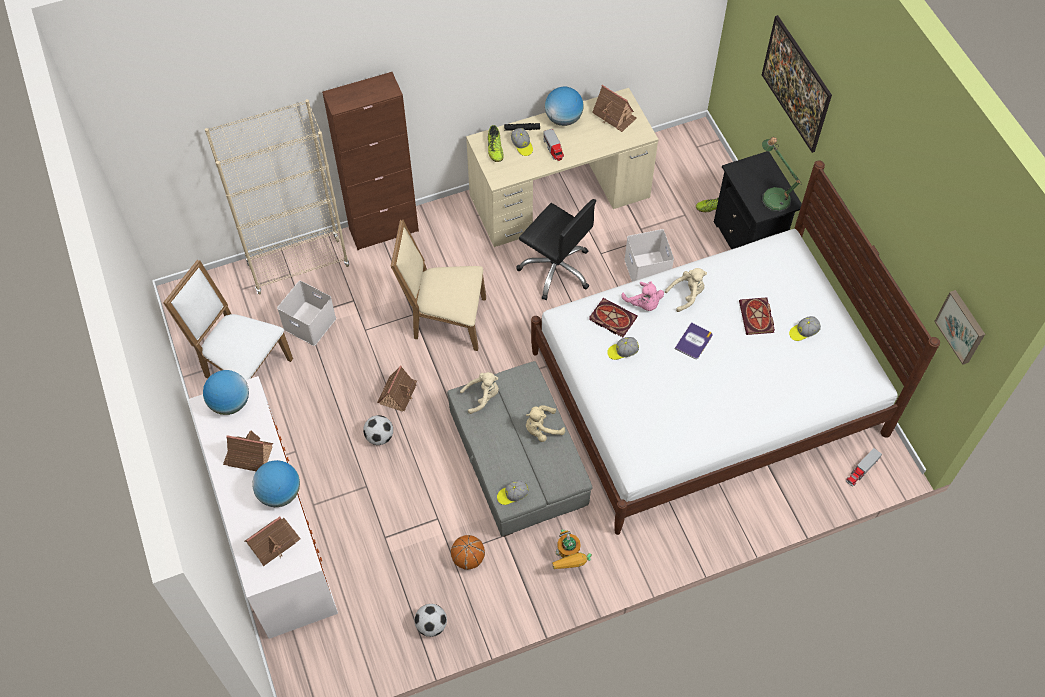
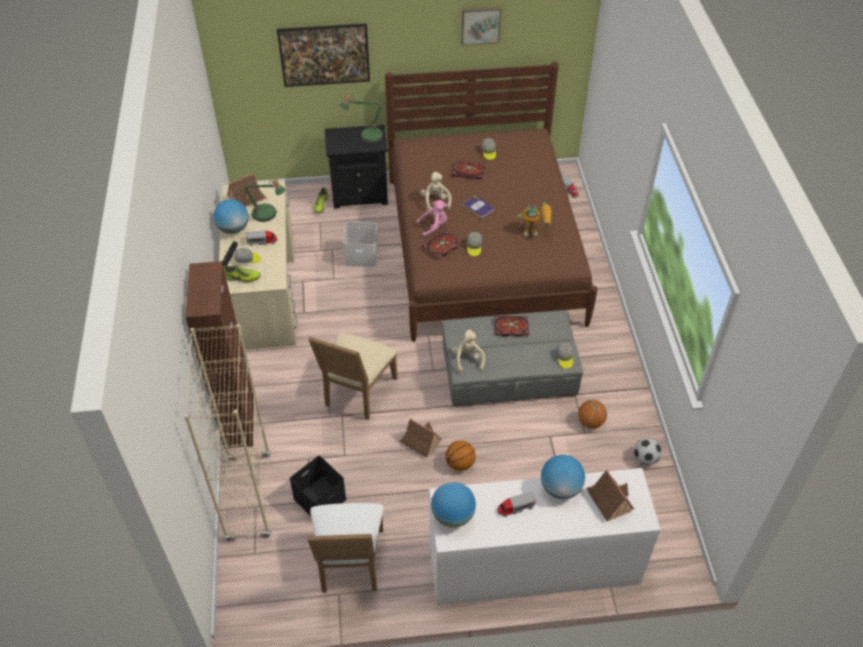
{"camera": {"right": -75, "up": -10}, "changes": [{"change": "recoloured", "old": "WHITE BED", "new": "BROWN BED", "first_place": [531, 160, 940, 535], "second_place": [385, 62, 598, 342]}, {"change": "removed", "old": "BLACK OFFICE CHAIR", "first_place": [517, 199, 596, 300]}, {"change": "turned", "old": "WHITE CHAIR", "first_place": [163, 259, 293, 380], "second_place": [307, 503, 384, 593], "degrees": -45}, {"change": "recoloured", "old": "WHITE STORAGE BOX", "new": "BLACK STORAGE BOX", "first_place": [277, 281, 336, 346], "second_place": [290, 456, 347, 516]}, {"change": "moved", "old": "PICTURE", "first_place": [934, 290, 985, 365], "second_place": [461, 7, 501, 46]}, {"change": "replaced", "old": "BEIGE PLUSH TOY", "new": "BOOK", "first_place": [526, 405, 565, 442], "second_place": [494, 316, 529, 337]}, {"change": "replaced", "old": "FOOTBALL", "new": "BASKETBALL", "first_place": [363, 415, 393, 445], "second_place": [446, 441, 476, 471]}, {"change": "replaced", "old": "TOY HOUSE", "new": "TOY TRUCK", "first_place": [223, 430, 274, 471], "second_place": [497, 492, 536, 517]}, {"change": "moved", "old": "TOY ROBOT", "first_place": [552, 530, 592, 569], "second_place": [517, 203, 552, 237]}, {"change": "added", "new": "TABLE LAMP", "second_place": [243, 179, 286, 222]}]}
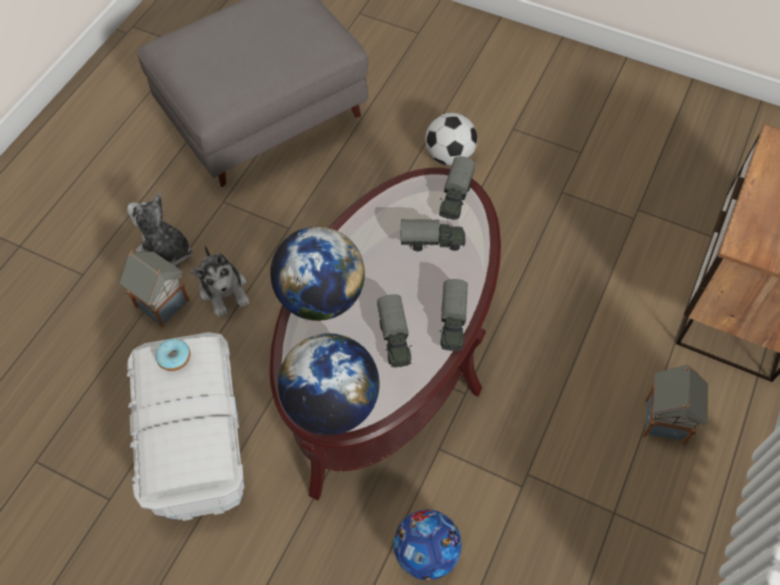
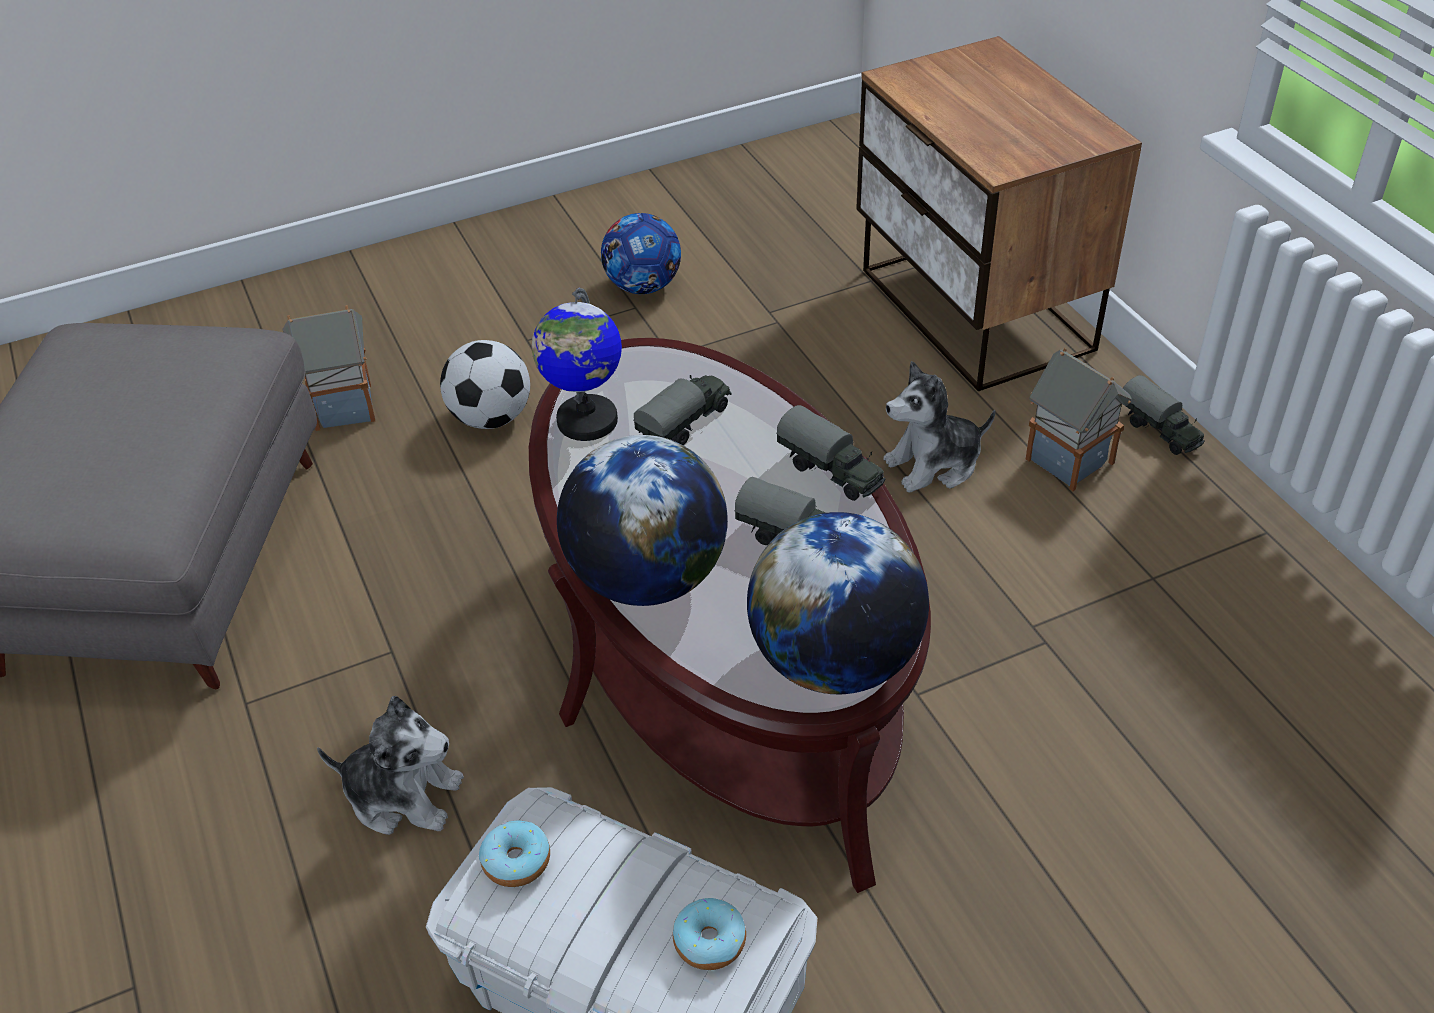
{"camera": {"right": -50, "up": -15}, "changes": [{"change": "moved", "old": "TOY TRUCK", "first_place": [439, 156, 475, 220], "second_place": [1123, 375, 1204, 455]}, {"change": "moved", "old": "PLUSH TOY", "first_place": [127, 193, 193, 266], "second_place": [883, 361, 996, 493]}, {"change": "moved", "old": "TOY HOUSE", "first_place": [119, 250, 189, 327], "second_place": [282, 305, 376, 431]}, {"change": "moved", "old": "FOOTBALL", "first_place": [394, 510, 462, 580], "second_place": [601, 213, 681, 294]}, {"change": "added", "new": "GLOBE", "second_place": [532, 287, 622, 441]}, {"change": "added", "new": "DONUT", "second_place": [673, 898, 746, 970]}]}
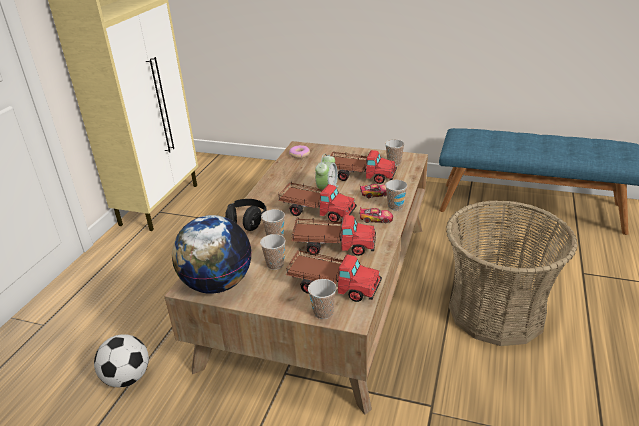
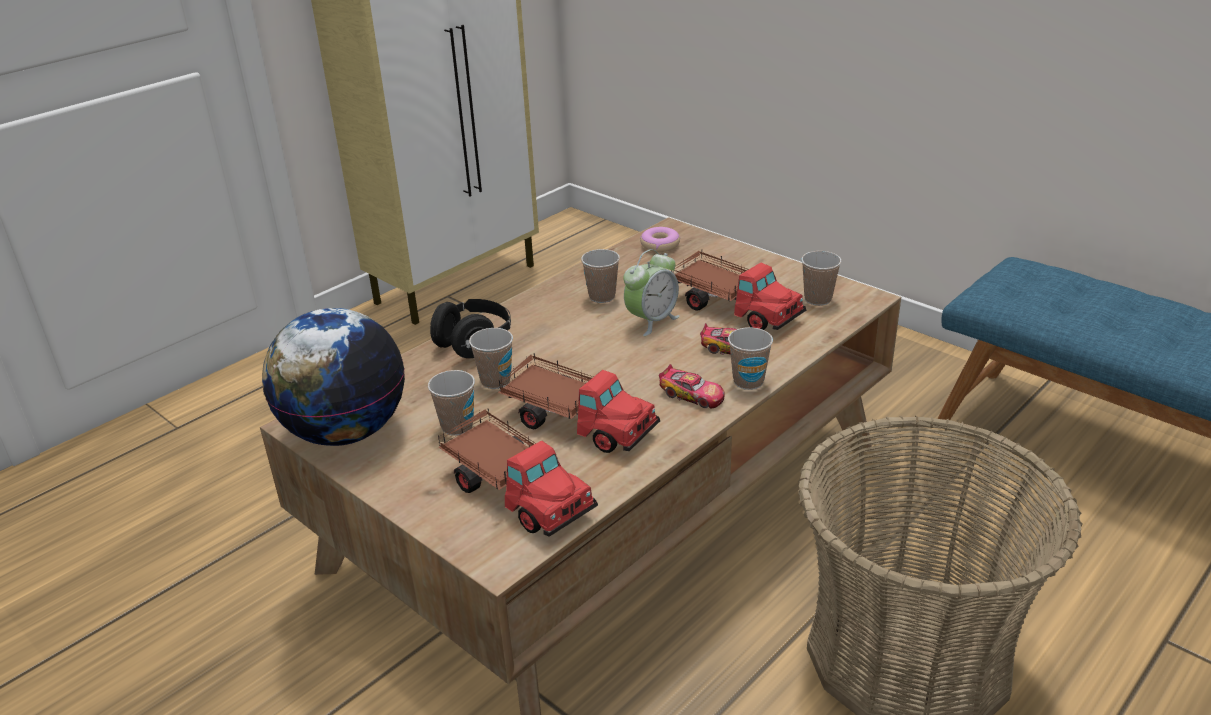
{"camera": {"right": 25, "up": 0}, "changes": [{"change": "removed", "old": "TOY TRUCK", "first_place": [278, 181, 357, 222]}, {"change": "moved", "old": "CUP", "first_place": [308, 279, 337, 319], "second_place": [581, 249, 620, 303]}, {"change": "removed", "old": "FOOTBALL", "first_place": [94, 334, 149, 387]}]}
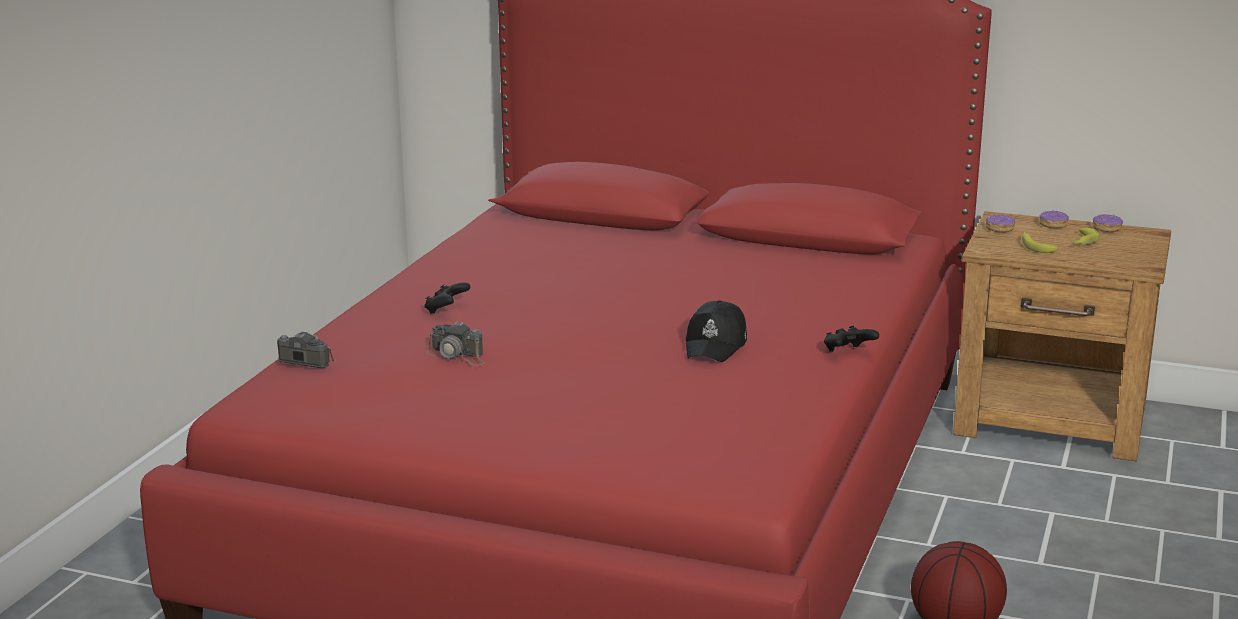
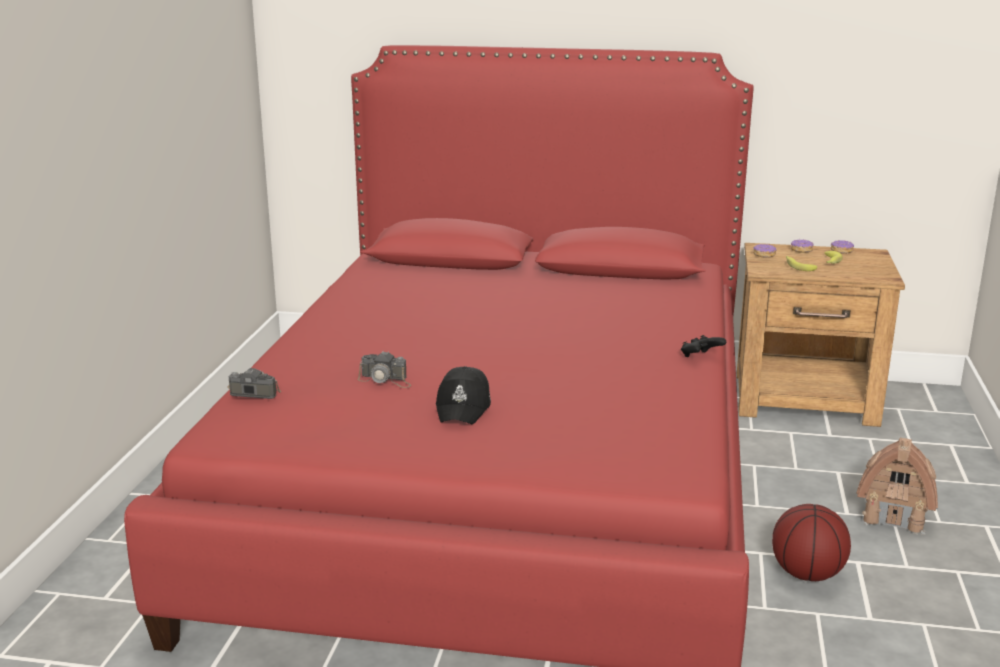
{"camera": {"right": -10, "up": 0}, "changes": [{"change": "removed", "old": "BLACK GAME CONTROLLER", "first_place": [424, 282, 470, 314]}, {"change": "moved", "old": "BLACK CAP", "first_place": [685, 300, 747, 362], "second_place": [436, 366, 491, 424]}, {"change": "added", "new": "TOY HOUSE", "second_place": [856, 438, 938, 535]}]}
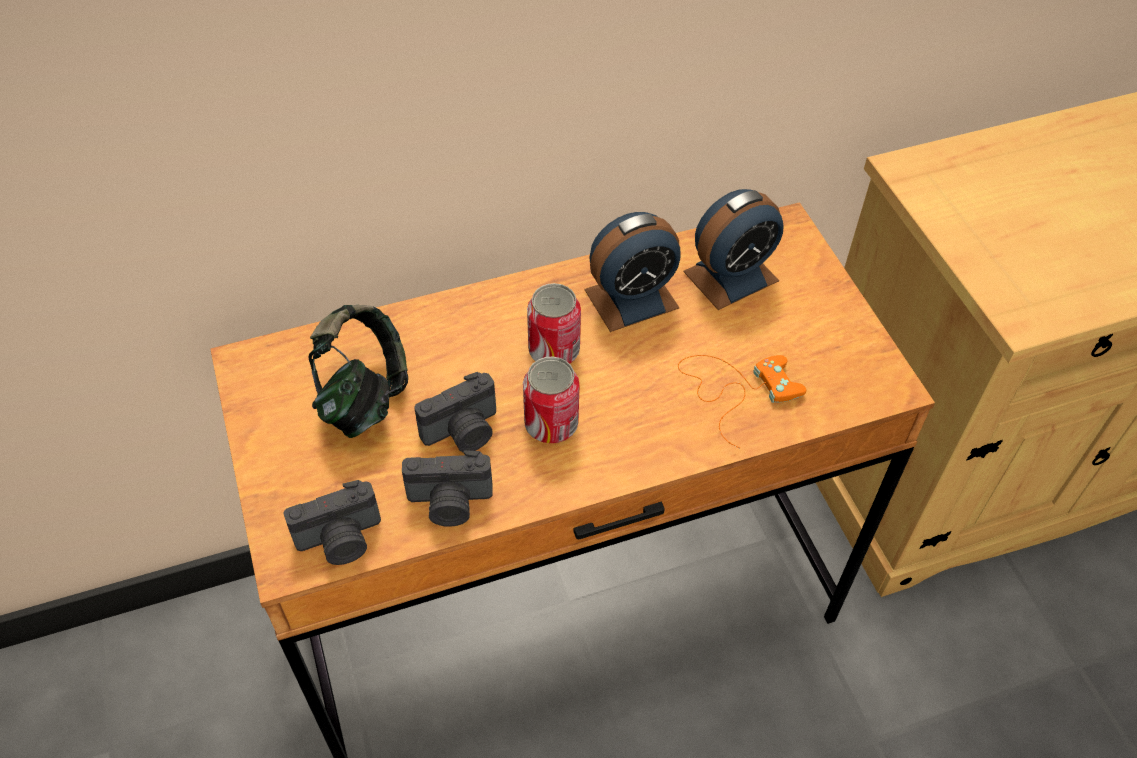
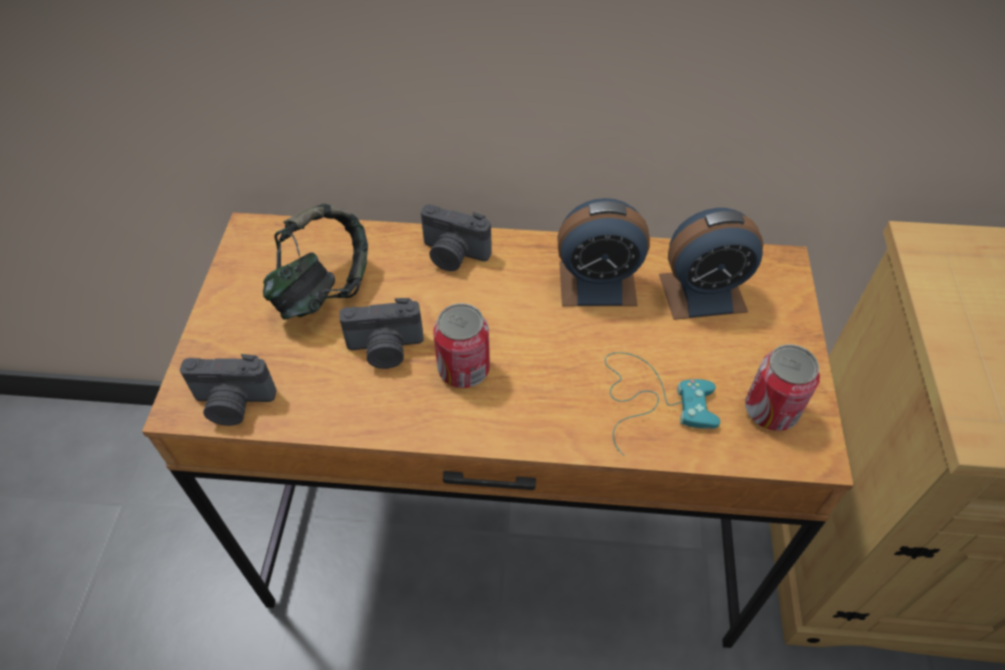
{"camera": {"right": 25, "up": 0}, "changes": [{"change": "moved", "old": "CAN", "first_place": [527, 283, 581, 364], "second_place": [745, 344, 820, 431]}, {"change": "recoloured", "old": "ORANGE GAME CONTROLLER", "new": "TURQUOISE GAME CONTROLLER", "first_place": [678, 355, 806, 448], "second_place": [605, 352, 720, 456]}, {"change": "moved", "old": "PHOTO CAMERA", "first_place": [402, 450, 493, 527], "second_place": [421, 204, 492, 271]}]}
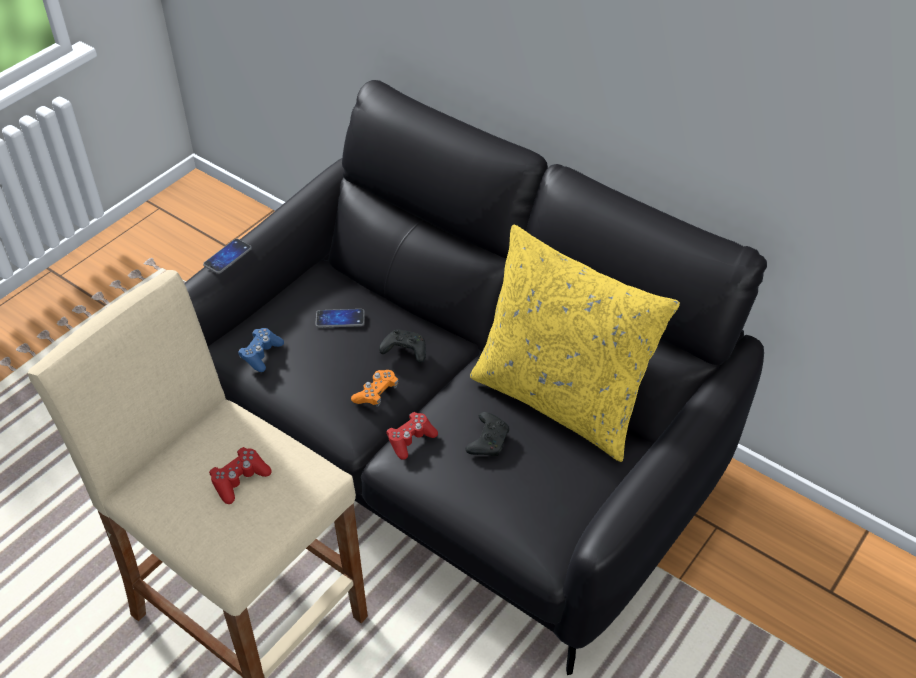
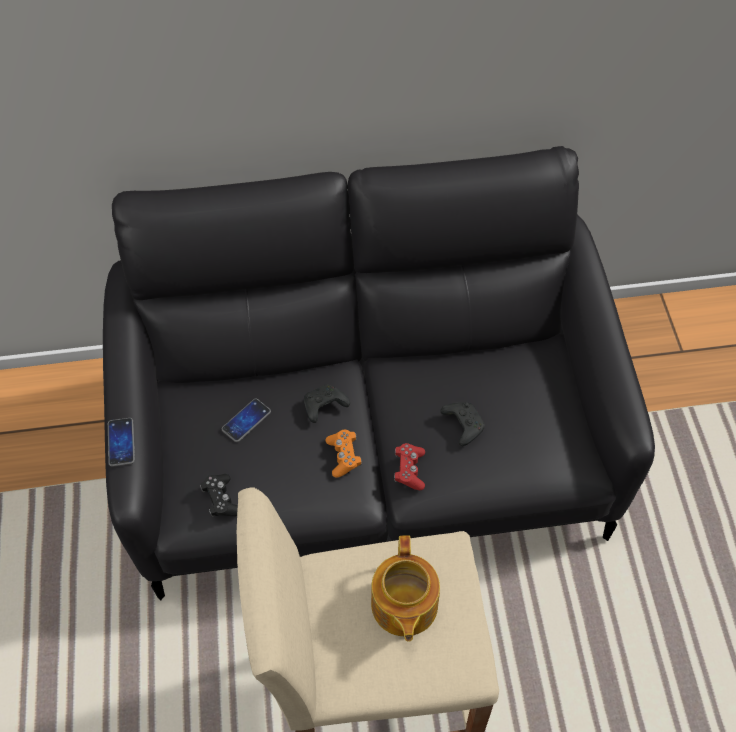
{"camera": {"right": -45, "up": 10}, "changes": [{"change": "removed", "old": "YELLOW PILLOW", "first_place": [470, 225, 680, 462]}, {"change": "recoloured", "old": "BLUE GAME CONTROLLER", "new": "BLACK GAME CONTROLLER", "first_place": [238, 328, 284, 372], "second_place": [200, 474, 238, 517]}, {"change": "replaced", "old": "RED GAME CONTROLLER", "new": "TEAPOT", "first_place": [209, 447, 272, 504], "second_place": [371, 535, 440, 642]}]}
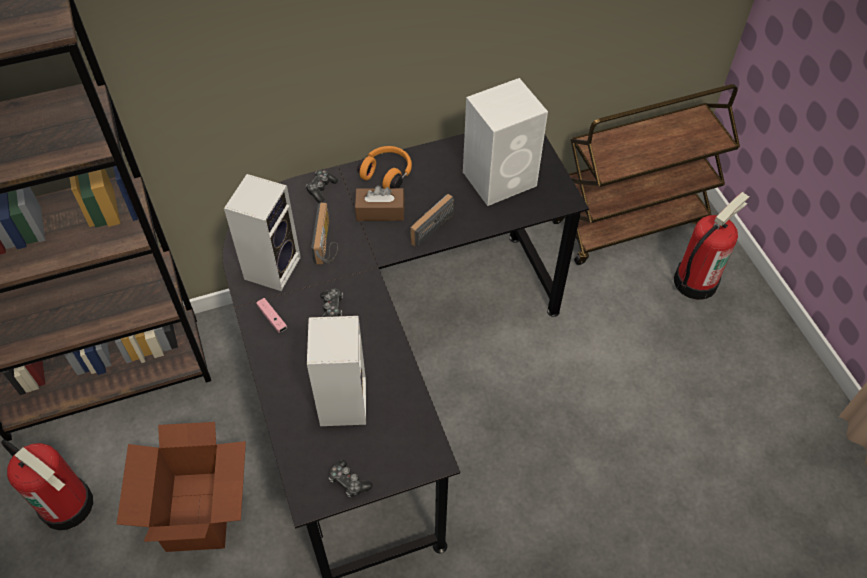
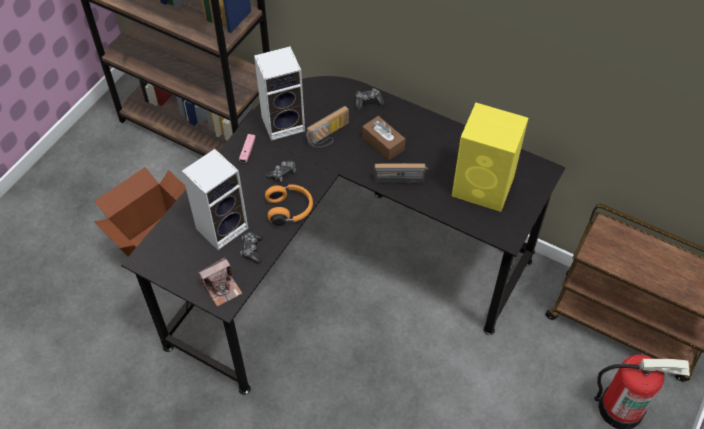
{"camera": {"right": 50, "up": 0}, "changes": [{"change": "recoloured", "old": "WHITE SPEAKER", "new": "YELLOW SPEAKER", "first_place": [463, 78, 548, 206], "second_place": [452, 103, 528, 212]}, {"change": "moved", "old": "ORANGE HEADPHONES", "first_place": [357, 146, 412, 188], "second_place": [265, 184, 313, 226]}, {"change": "removed", "old": "FIRE EXTINGUISHER", "first_place": [1, 440, 93, 530]}, {"change": "moved", "old": "GAME CONTROLLER", "first_place": [329, 460, 373, 498], "second_place": [240, 232, 263, 264]}, {"change": "added", "new": "PHOTO CAMERA", "second_place": [199, 257, 242, 307]}]}
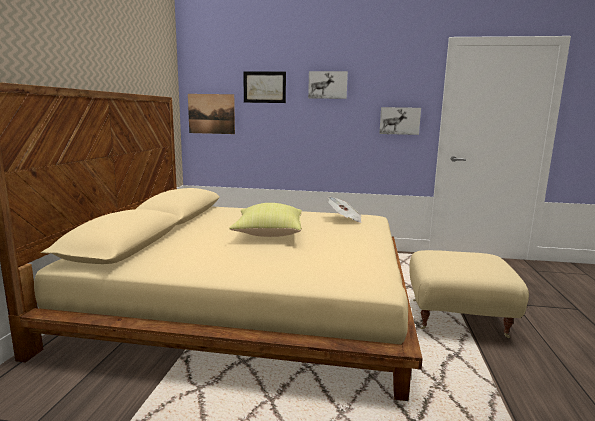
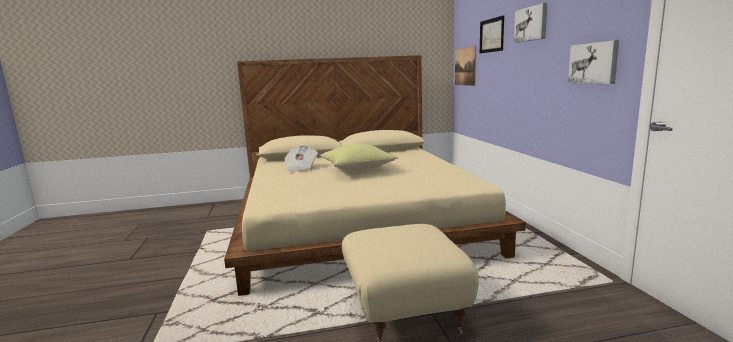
{"camera": {"right": 70, "up": 0}, "changes": [{"change": "moved", "old": "NEWSPAPER", "first_place": [328, 196, 362, 223], "second_place": [284, 145, 318, 172]}]}
